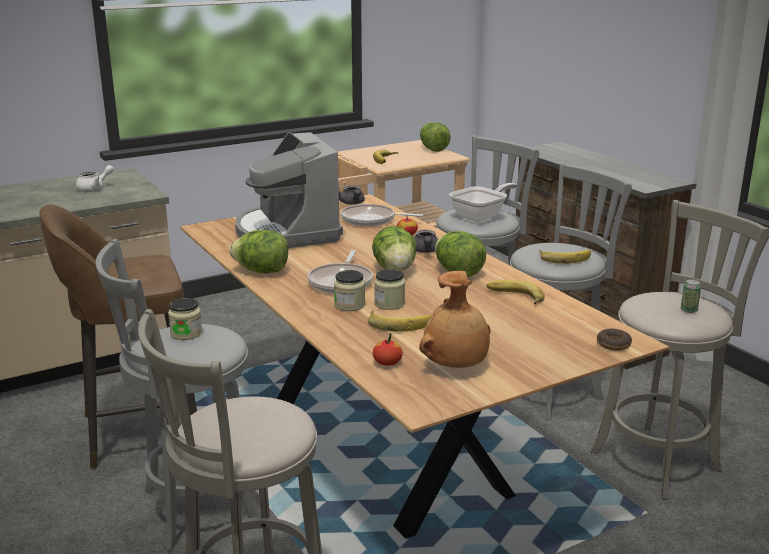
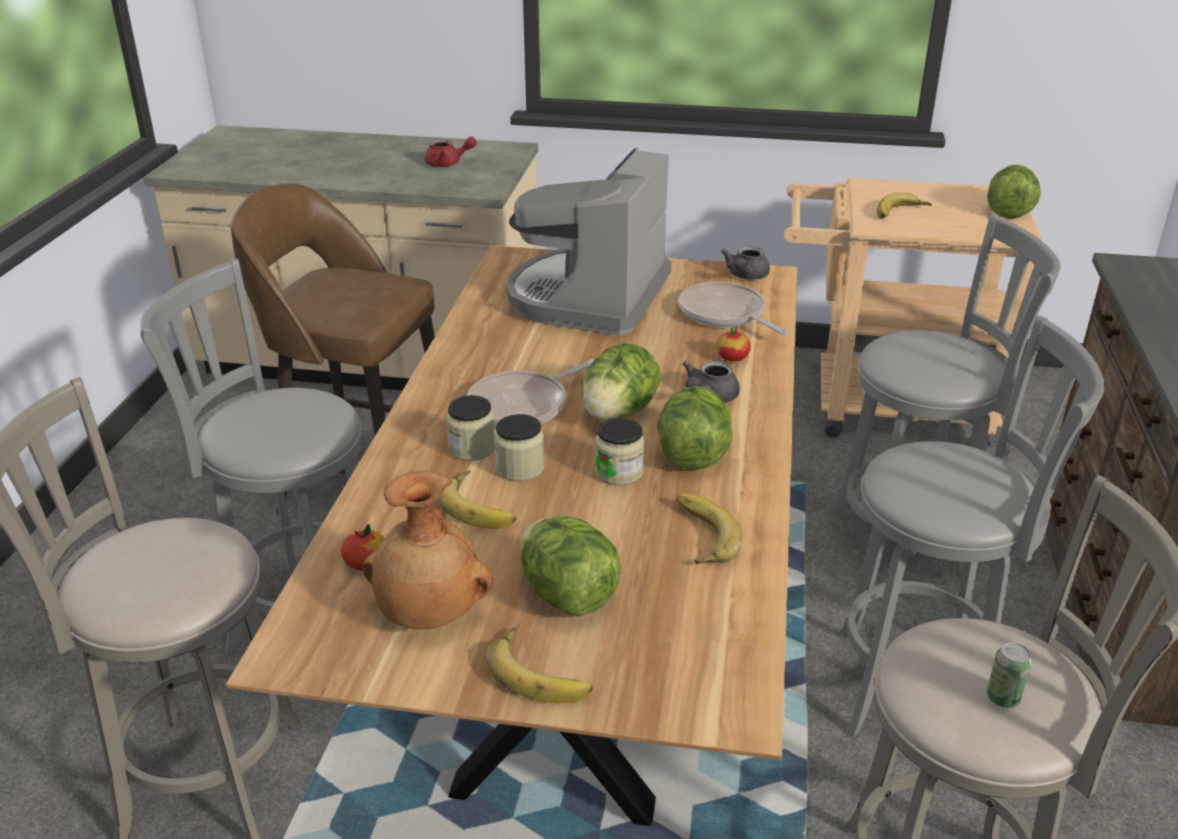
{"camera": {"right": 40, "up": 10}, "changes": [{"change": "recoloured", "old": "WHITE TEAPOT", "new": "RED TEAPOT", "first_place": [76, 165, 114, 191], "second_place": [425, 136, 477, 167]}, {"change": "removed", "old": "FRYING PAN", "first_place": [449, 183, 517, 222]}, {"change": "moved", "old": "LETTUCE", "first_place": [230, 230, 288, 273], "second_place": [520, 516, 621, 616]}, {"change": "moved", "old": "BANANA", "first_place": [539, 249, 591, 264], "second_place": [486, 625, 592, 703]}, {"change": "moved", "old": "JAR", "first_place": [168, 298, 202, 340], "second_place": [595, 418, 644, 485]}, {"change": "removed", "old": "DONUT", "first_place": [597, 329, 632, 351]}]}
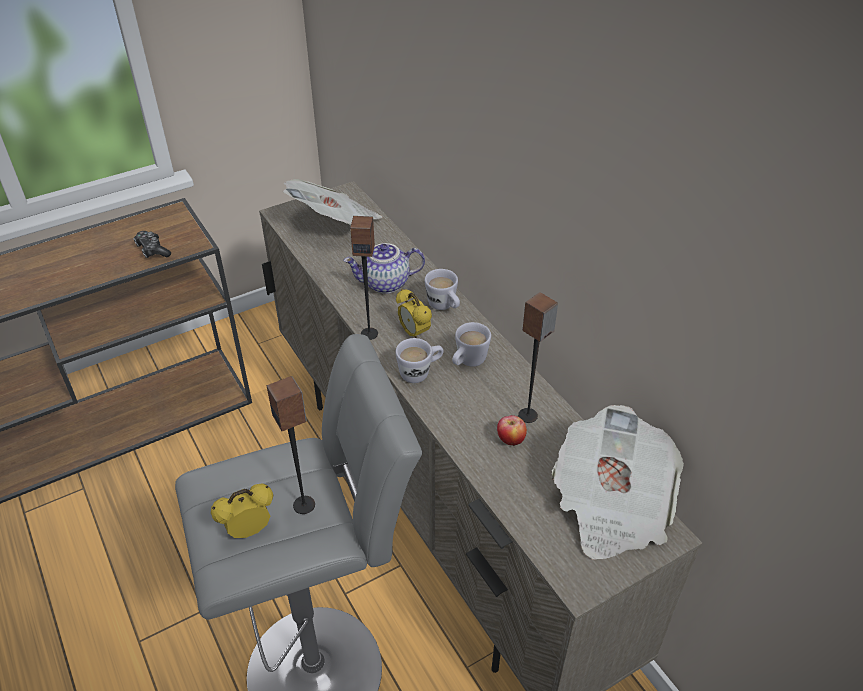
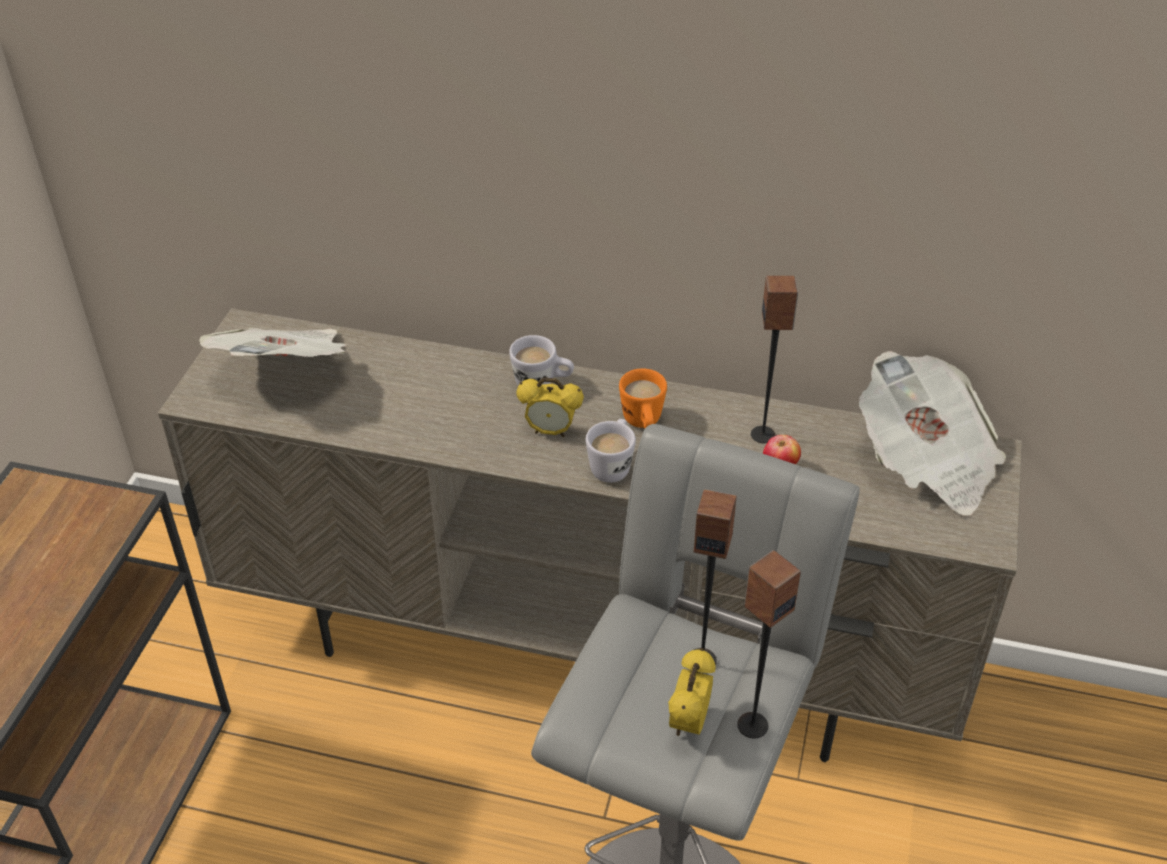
{"camera": {"right": -45, "up": 0}, "changes": [{"change": "moved", "old": "SPEAKER", "first_place": [350, 216, 378, 340], "second_place": [737, 550, 801, 738]}, {"change": "removed", "old": "GAME CONTROLLER", "first_place": [133, 231, 171, 258]}, {"change": "removed", "old": "TEAPOT", "first_place": [343, 243, 425, 294]}, {"change": "recoloured", "old": "WHITE MUG", "new": "ORANGE MUG", "first_place": [452, 322, 491, 367], "second_place": [619, 369, 667, 428]}]}
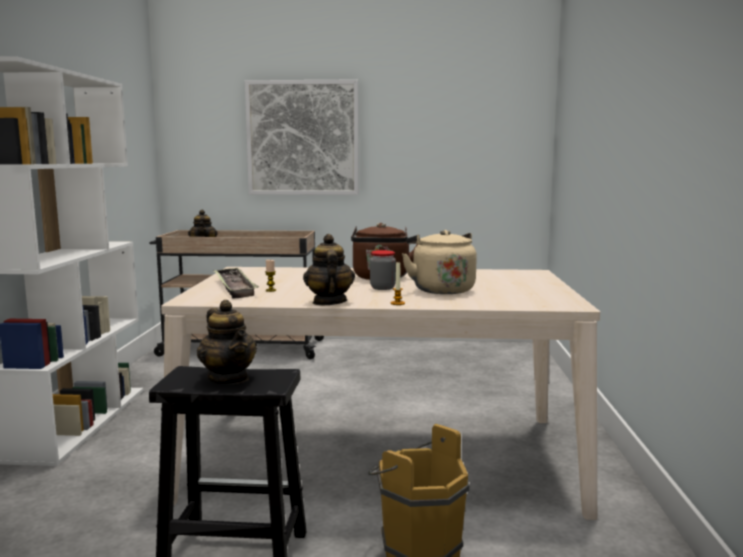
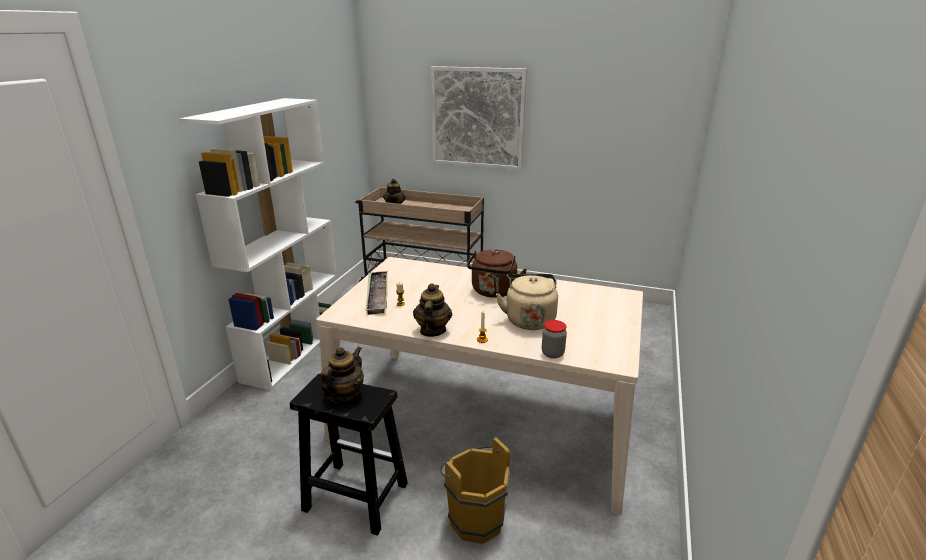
{"camera": {"right": 15, "up": 15}, "changes": [{"change": "moved", "old": "JAR", "first_place": [370, 250, 396, 290], "second_place": [542, 320, 567, 359]}, {"change": "turned", "old": "TEAPOT", "first_place": [197, 300, 257, 384], "second_place": [321, 347, 364, 403], "degrees": -135}]}
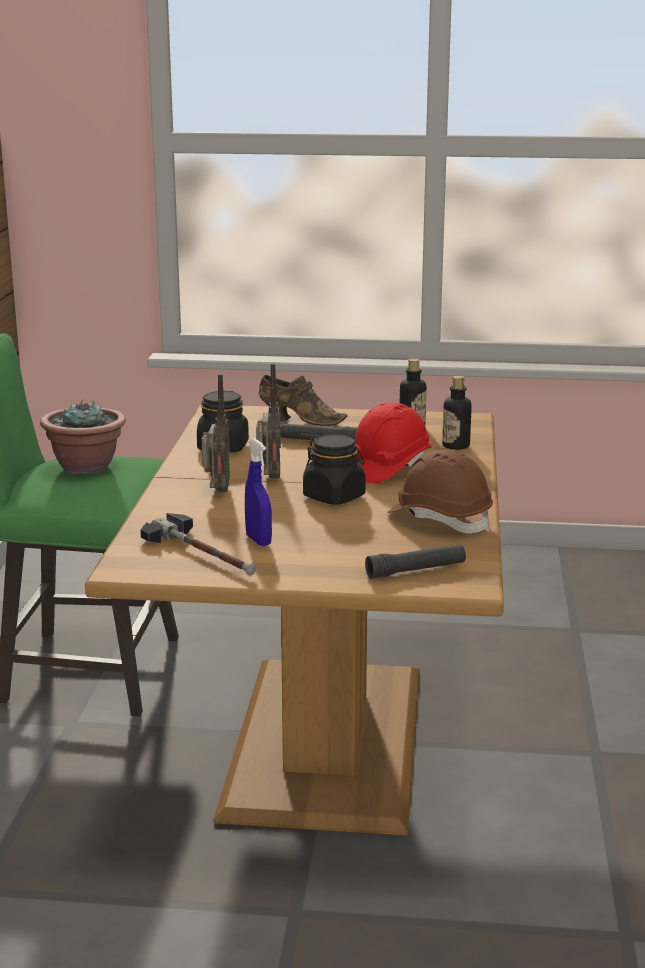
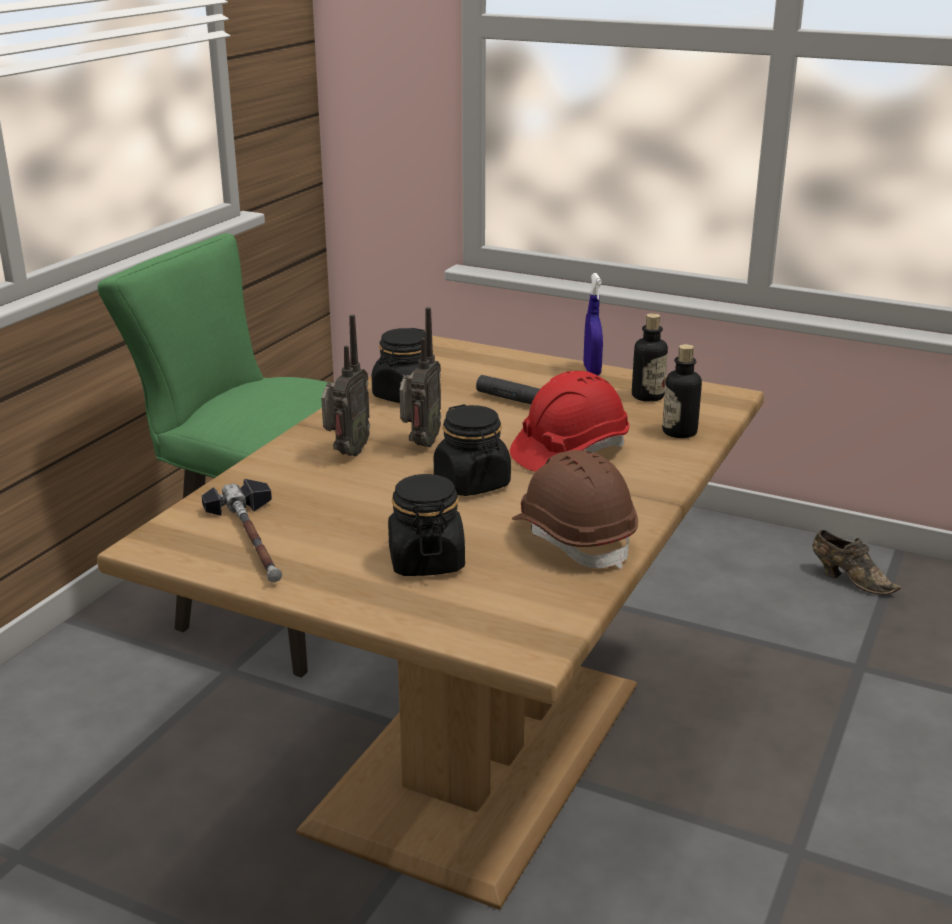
{"camera": {"right": 20, "up": 5}, "changes": [{"change": "moved", "old": "BROWN SHOE", "first_place": [259, 375, 348, 426], "second_place": [812, 530, 901, 595]}, {"change": "removed", "old": "POTTED PLANT", "first_place": [40, 400, 126, 475]}, {"change": "moved", "old": "BLUE SPRAY BOTTLE", "first_place": [245, 438, 272, 546], "second_place": [583, 273, 603, 375]}, {"change": "removed", "old": "BLACK FLASHLIGHT", "first_place": [365, 544, 466, 579]}, {"change": "added", "new": "BLACK JAR", "second_place": [388, 474, 465, 576]}]}
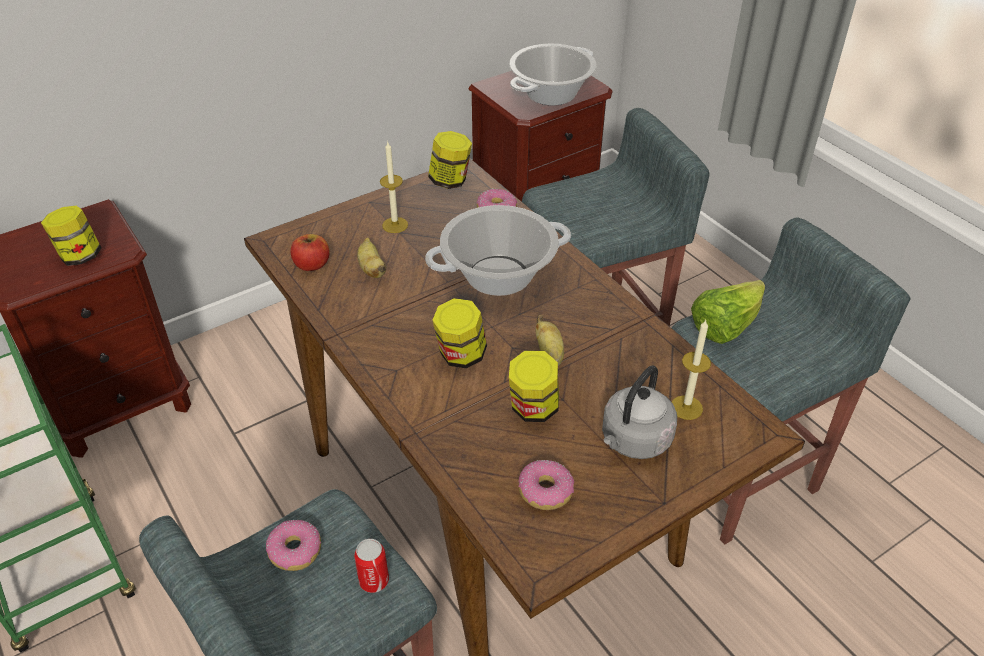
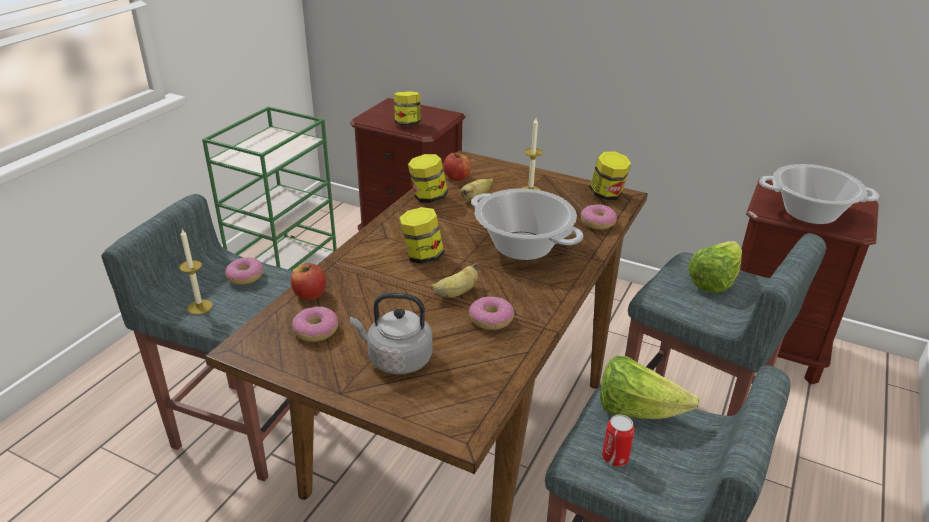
{"camera": {"right": 60, "up": -10}, "changes": [{"change": "moved", "old": "CANDLE", "first_place": [672, 320, 711, 420], "second_place": [179, 229, 213, 315]}, {"change": "moved", "old": "JAR", "first_place": [509, 351, 559, 422], "second_place": [408, 154, 448, 203]}, {"change": "moved", "old": "CAN", "first_place": [354, 539, 389, 593], "second_place": [602, 414, 635, 467]}, {"change": "added", "new": "LETTUCE", "second_place": [688, 241, 742, 293]}, {"change": "added", "new": "APPLE", "second_place": [291, 263, 326, 300]}, {"change": "added", "new": "DONUT", "second_place": [469, 297, 514, 330]}]}
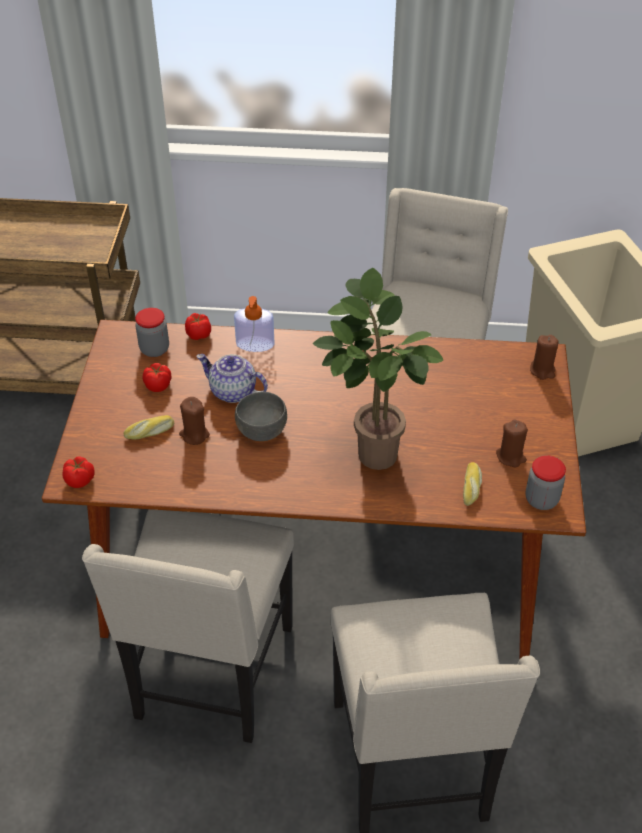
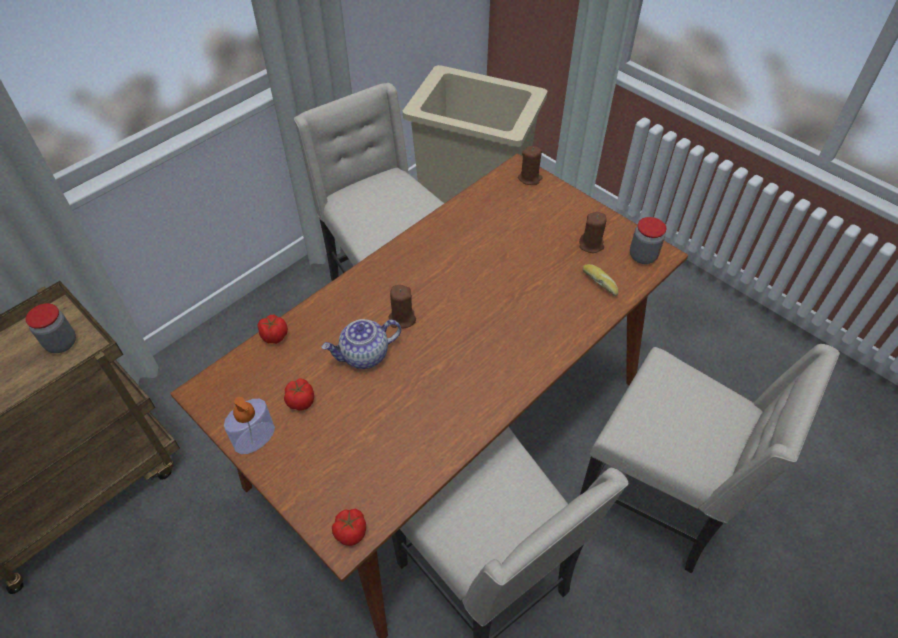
{"camera": {"right": -50, "up": 5}, "changes": [{"change": "removed", "old": "POTTED PLANT", "first_place": [313, 268, 443, 470]}, {"change": "moved", "old": "SOAP DISPENSER", "first_place": [234, 296, 275, 352], "second_place": [224, 397, 275, 454]}, {"change": "moved", "old": "JAR", "first_place": [135, 308, 169, 357], "second_place": [26, 303, 76, 353]}, {"change": "removed", "old": "GREY BOWL", "first_place": [235, 392, 287, 441]}, {"change": "moved", "old": "BROWN CANDLE", "first_place": [179, 397, 210, 445], "second_place": [389, 285, 416, 328]}, {"change": "removed", "old": "BREAD", "first_place": [124, 415, 174, 440]}]}
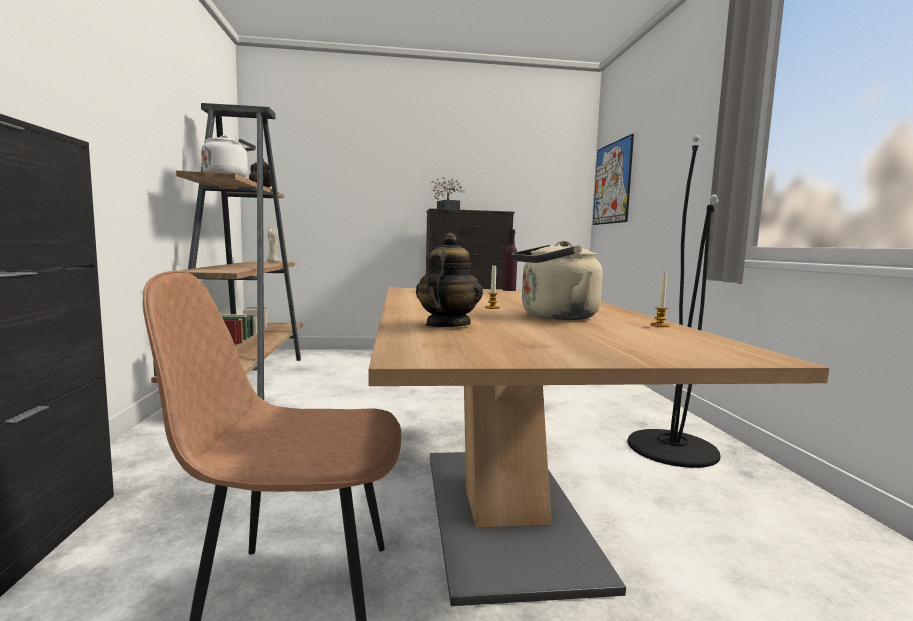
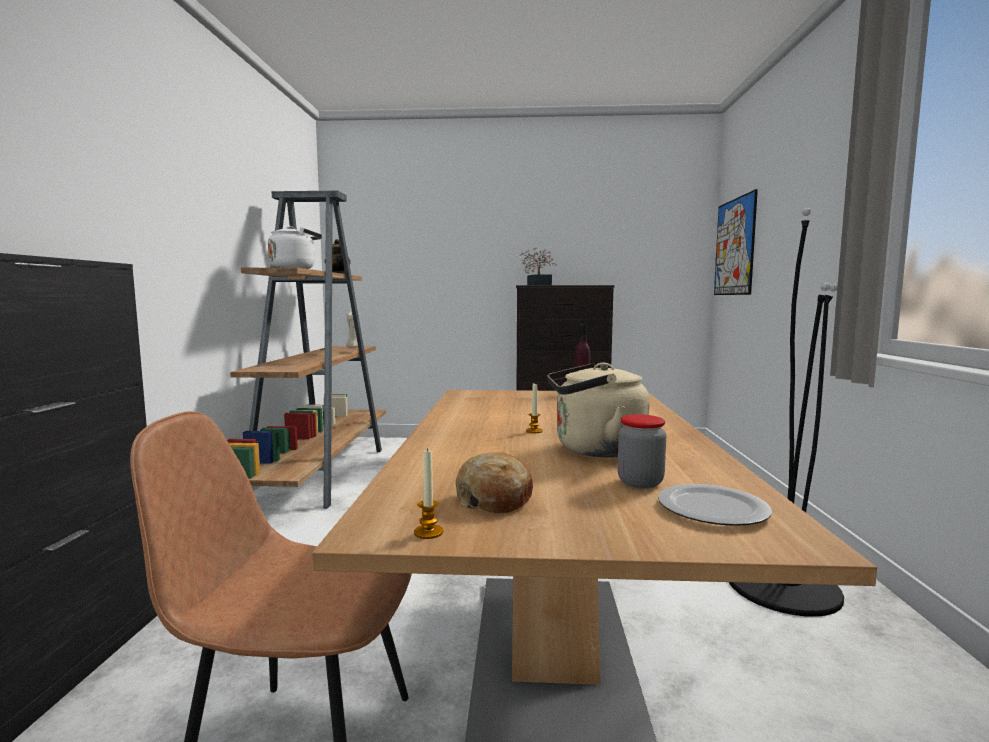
{"camera": {"right": 10, "up": 0}, "changes": [{"change": "removed", "old": "TEAPOT", "first_place": [416, 233, 483, 327]}, {"change": "moved", "old": "CANDLE", "first_place": [650, 274, 670, 327], "second_place": [414, 448, 443, 539]}, {"change": "added", "new": "JAR", "second_place": [617, 414, 666, 489]}, {"change": "added", "new": "BREAD", "second_place": [456, 452, 533, 514]}, {"change": "added", "new": "PLATE", "second_place": [658, 484, 772, 526]}]}
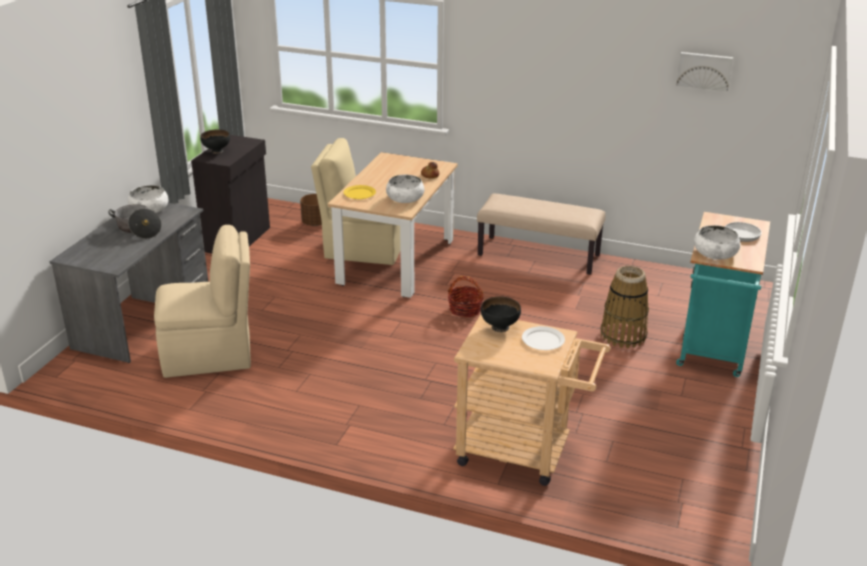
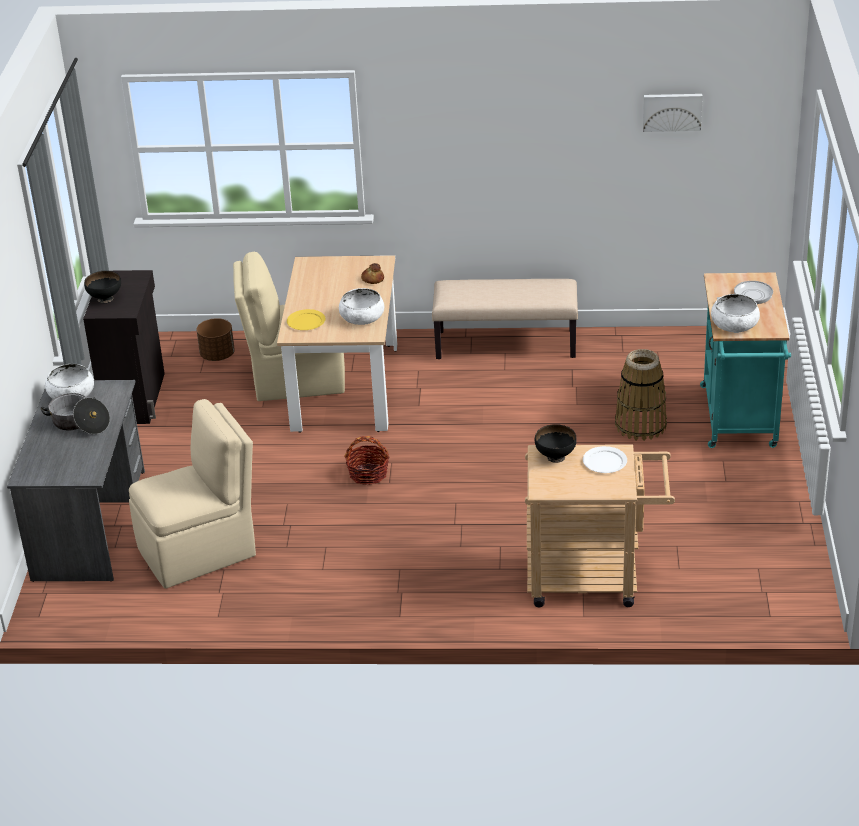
{"camera": {"right": -15, "up": 5}, "changes": [{"change": "moved", "old": "BASKET", "first_place": [448, 276, 484, 317], "second_place": [344, 436, 389, 485]}]}
